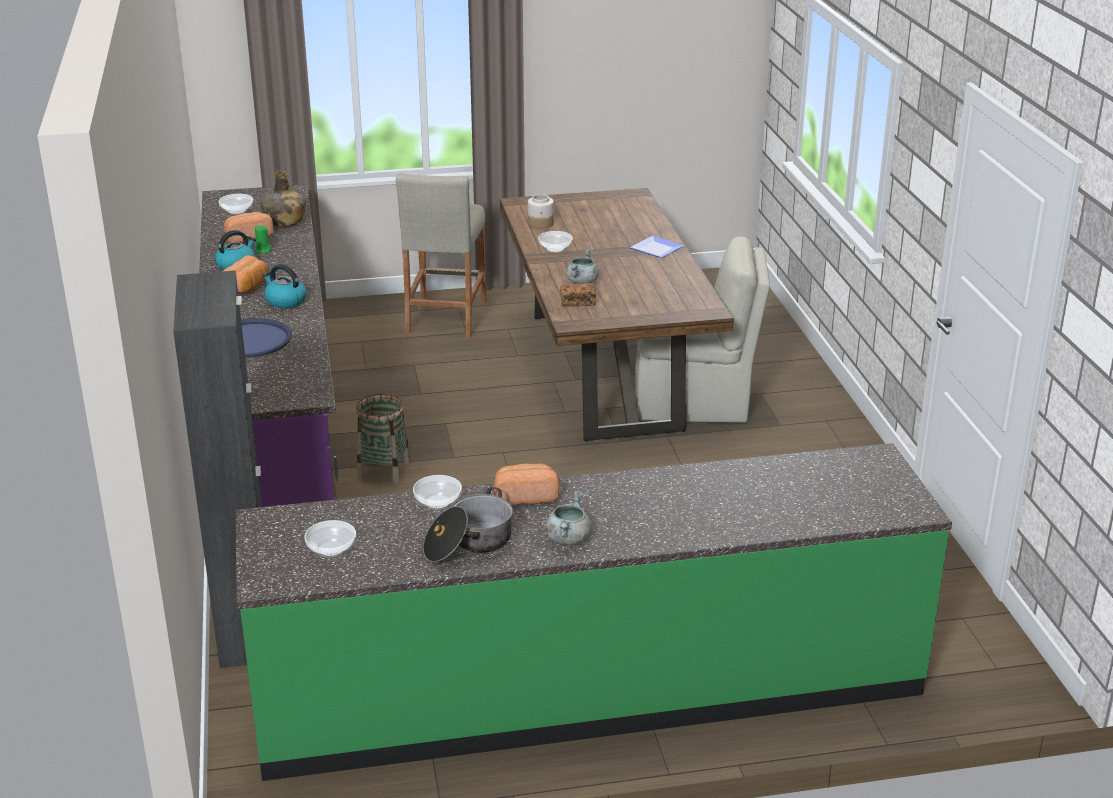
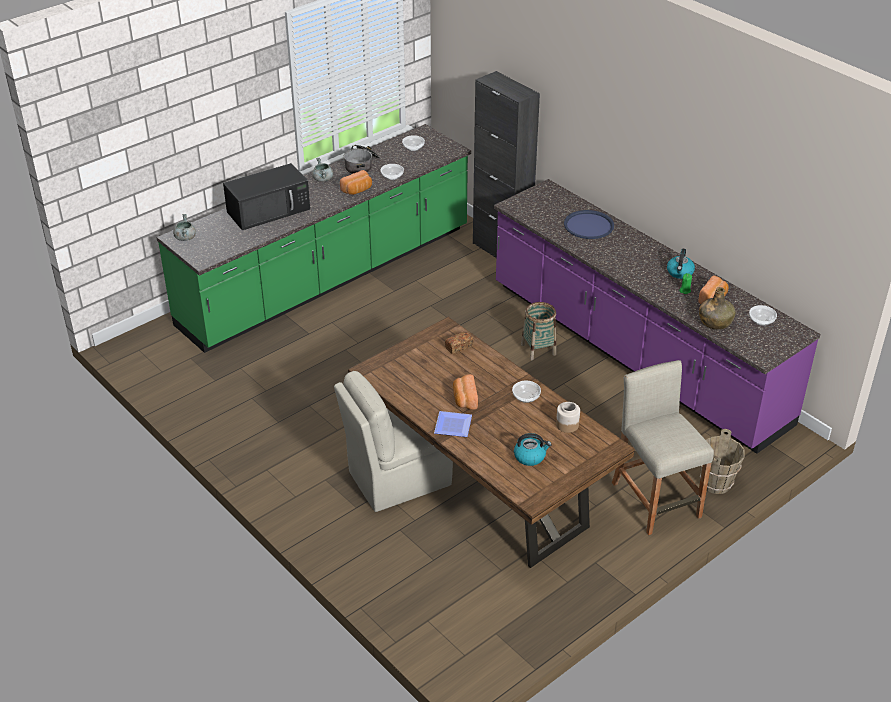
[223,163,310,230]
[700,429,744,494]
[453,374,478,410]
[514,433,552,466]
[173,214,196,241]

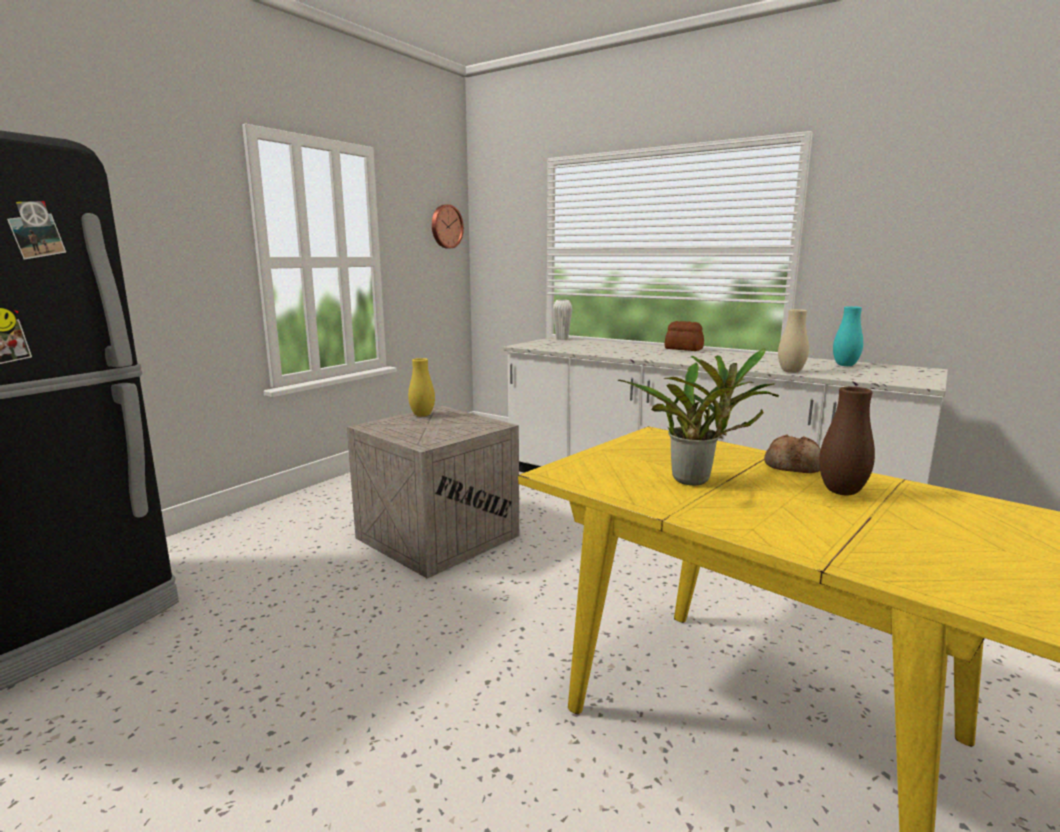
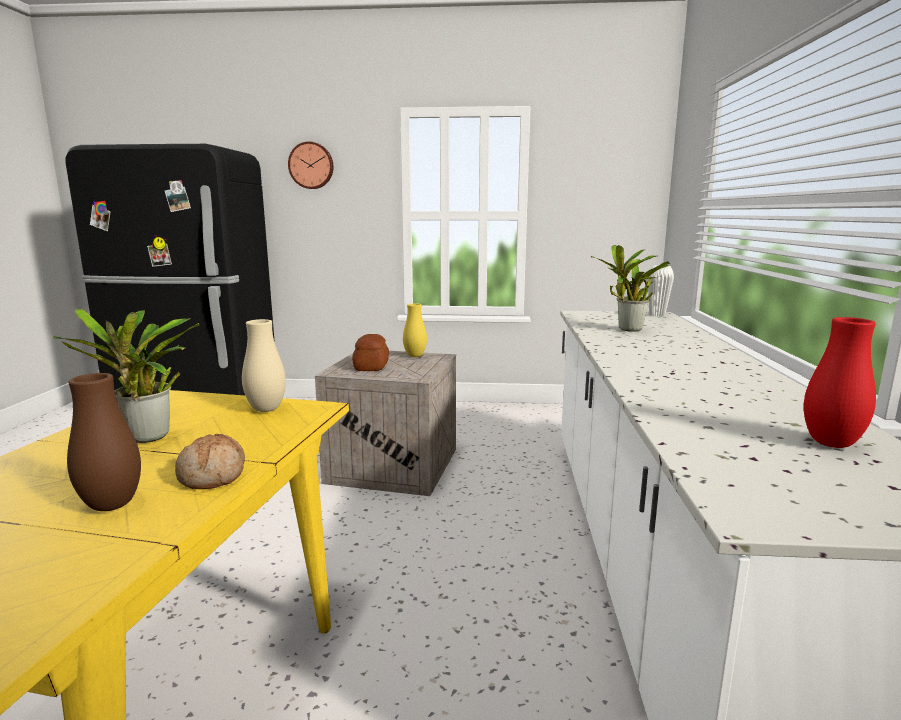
[591,245,670,332]
[288,141,334,189]
[352,334,389,371]
[242,319,286,412]
[804,317,876,448]

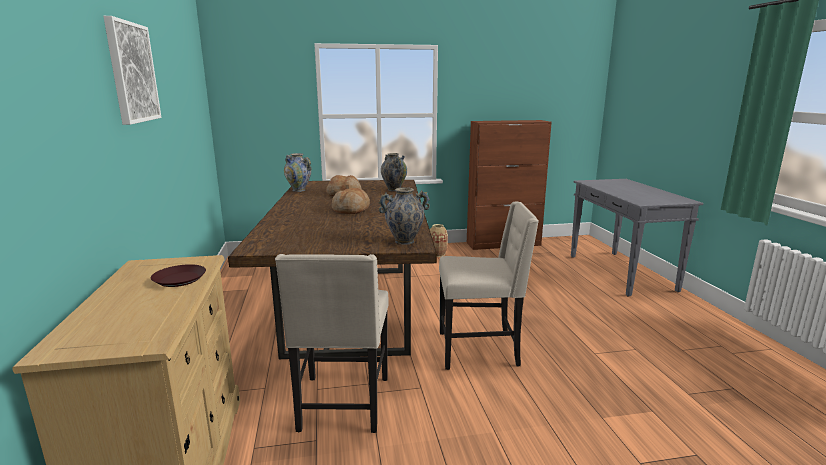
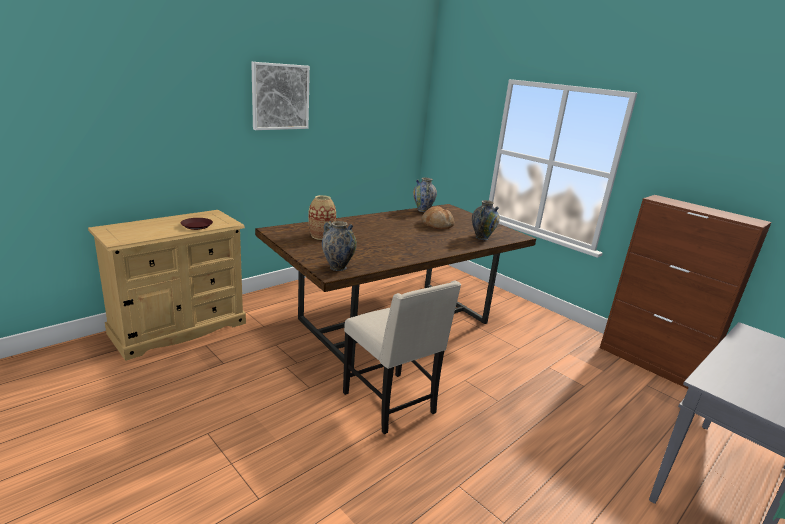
[275,254,389,433] (first image)
[332,188,370,214] (first image)
[308,195,336,240]

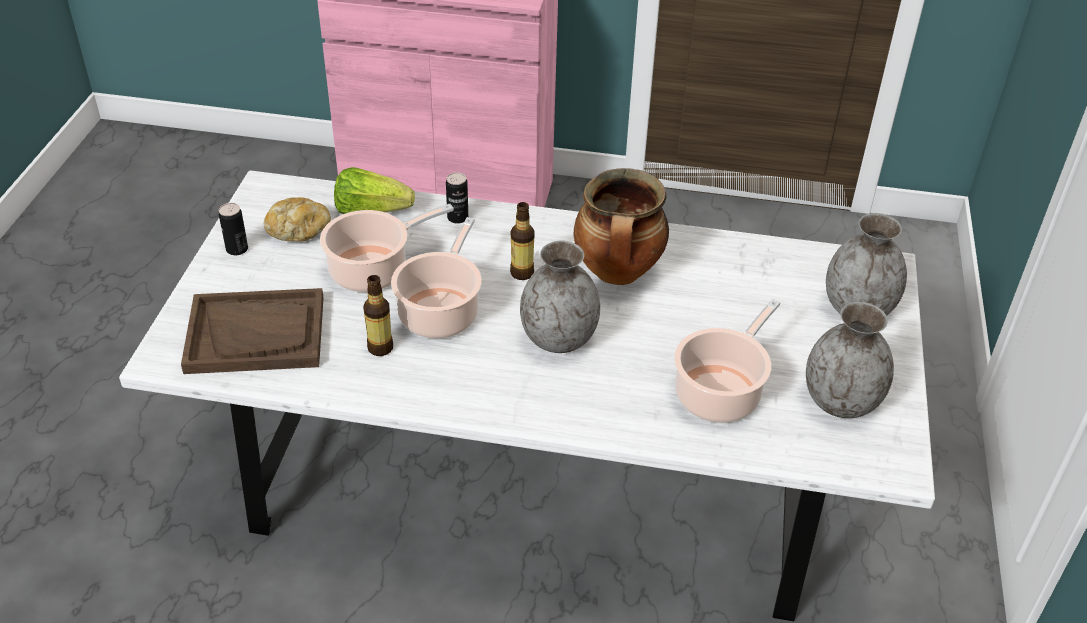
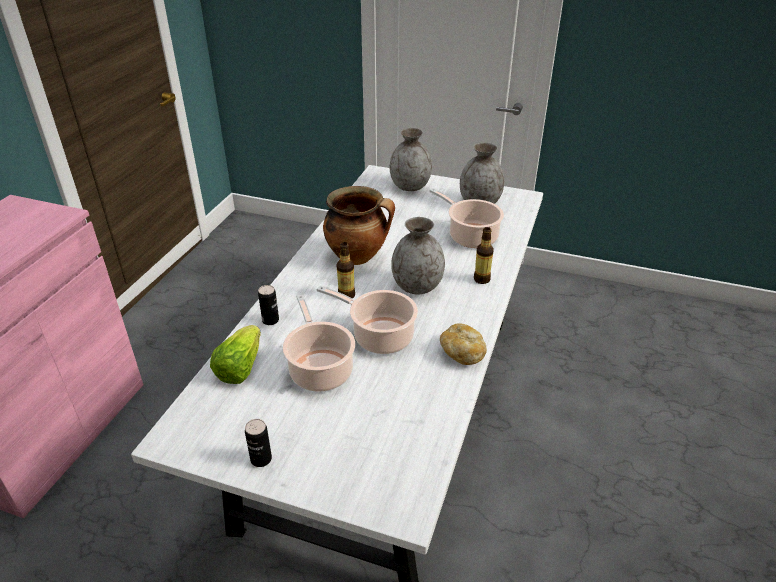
[181,288,324,374] (first image)
[440,323,487,365]
[474,227,494,284]

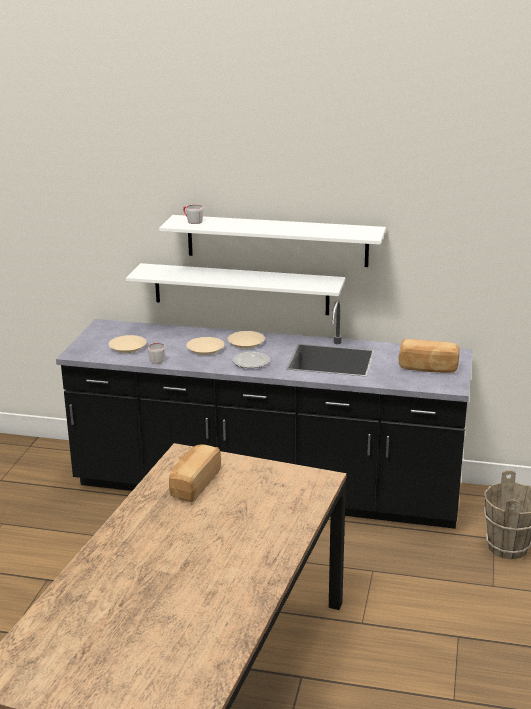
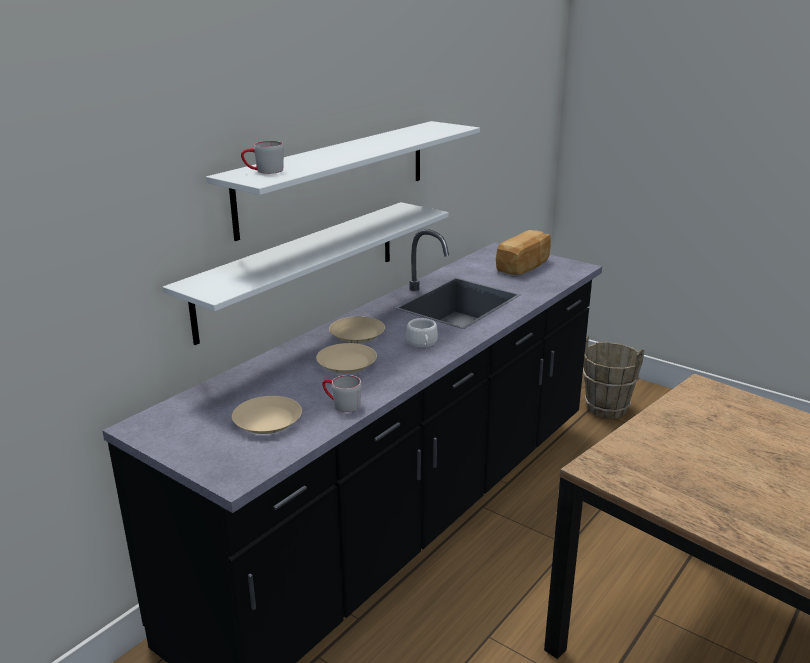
[169,445,221,502] (first image)
[406,318,438,347]

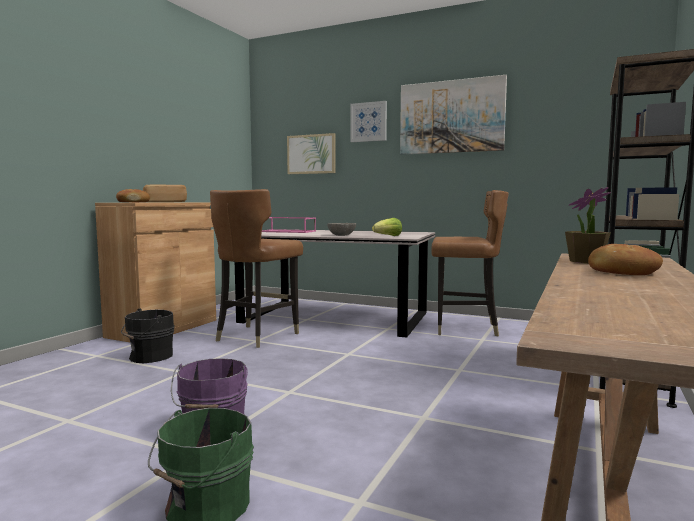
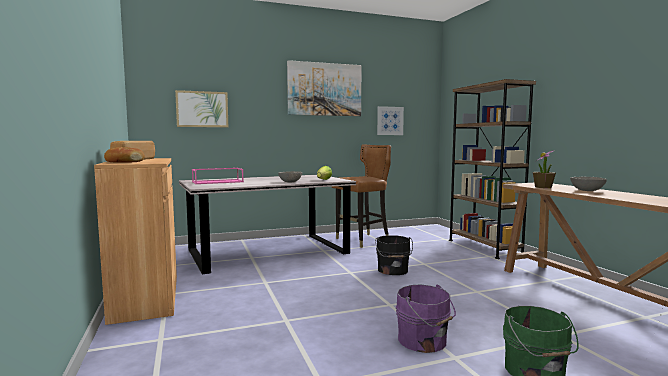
[210,189,303,348] (first image)
[375,235,413,275]
[377,106,404,135]
[570,177,607,191]

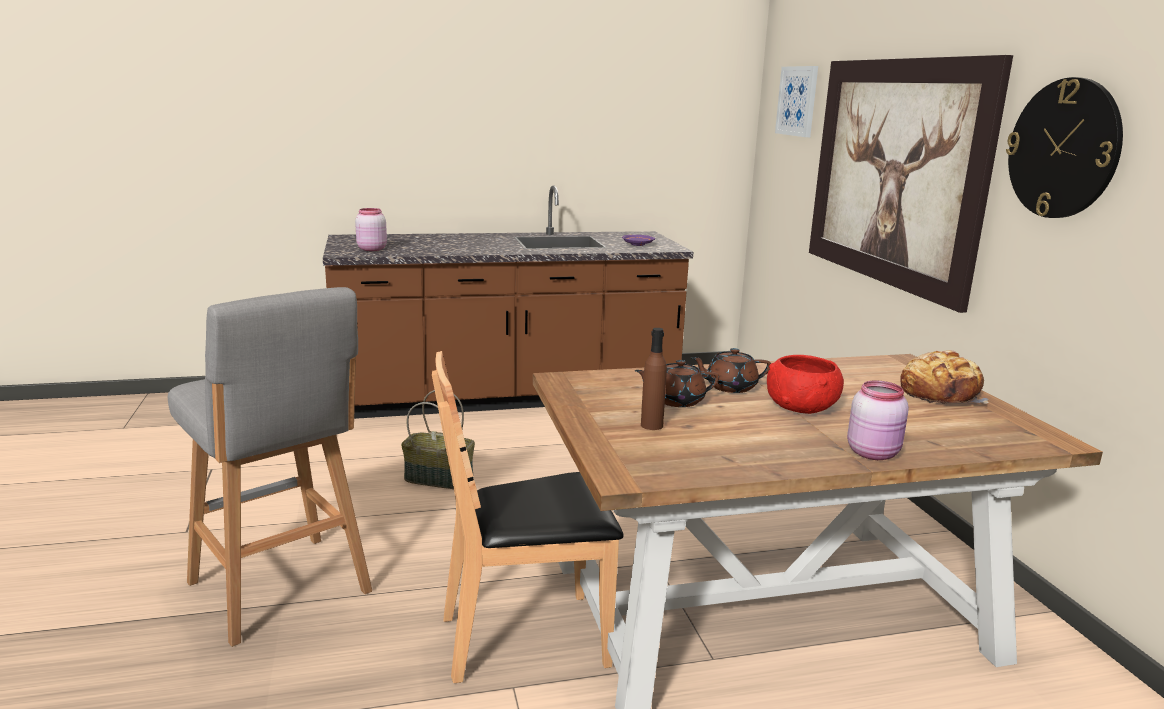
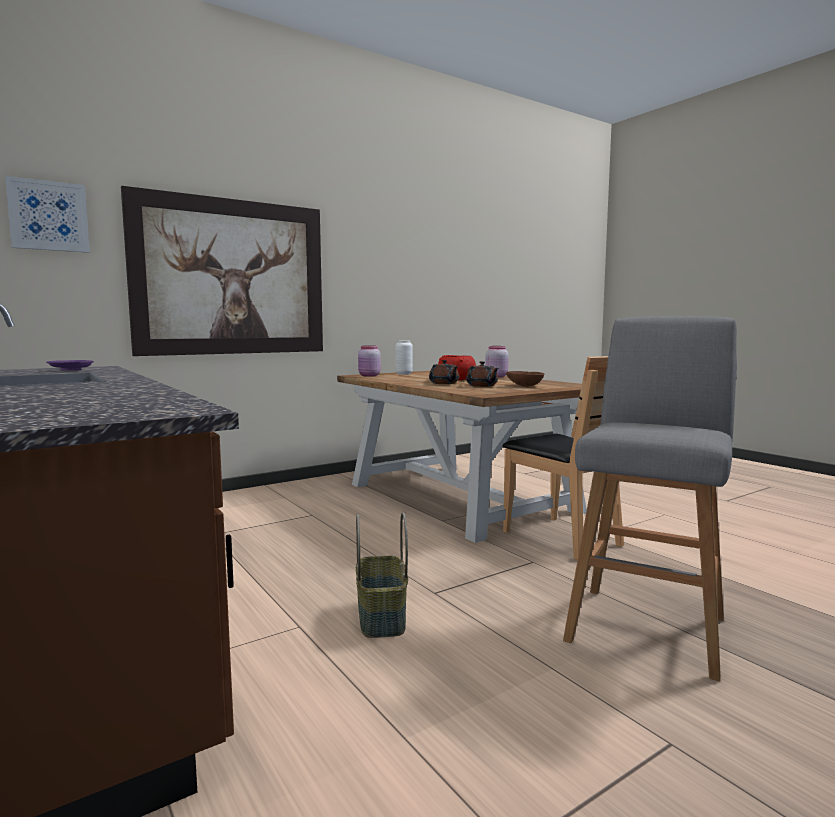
[1006,77,1123,218] (first image)
[358,346,381,377]
[506,371,544,387]
[396,341,413,375]

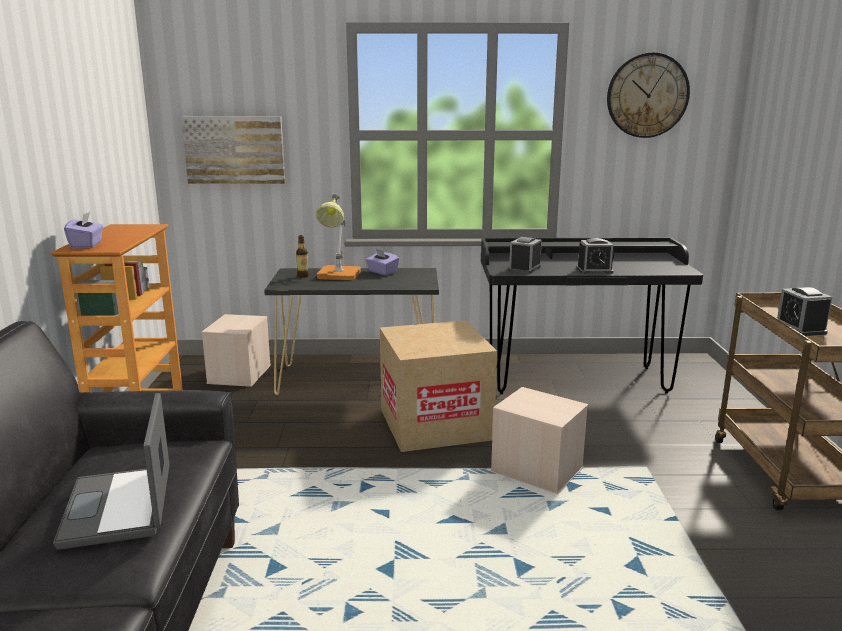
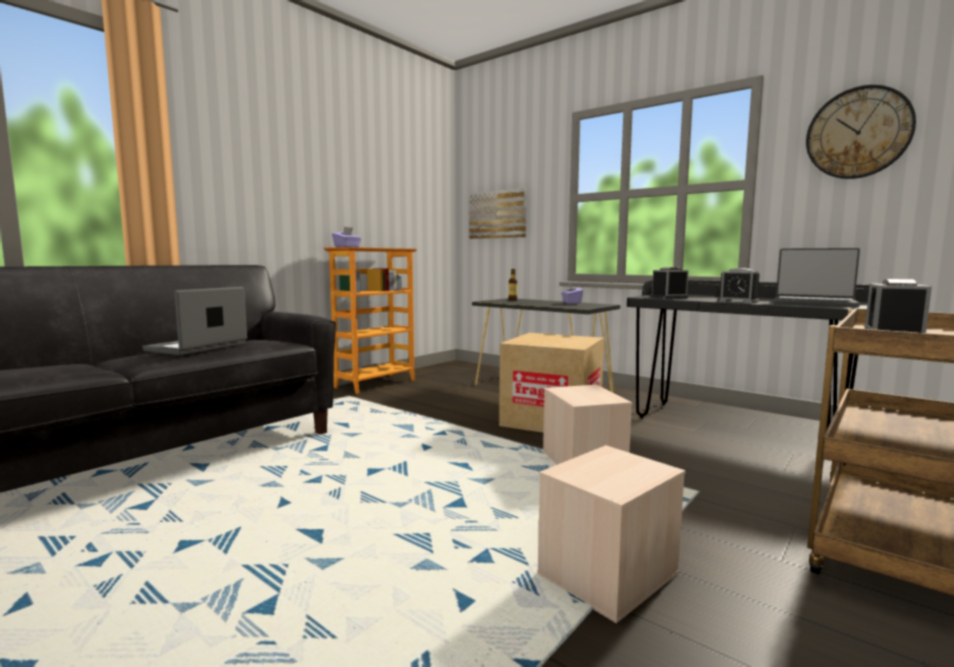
[316,193,361,280] (first image)
[774,248,860,308]
[537,445,685,623]

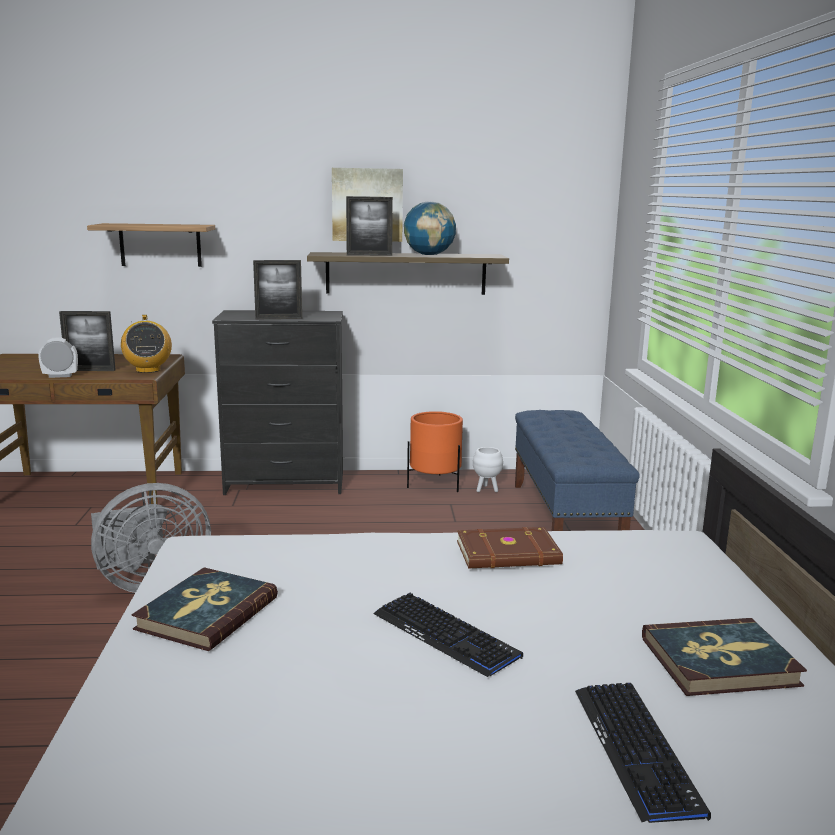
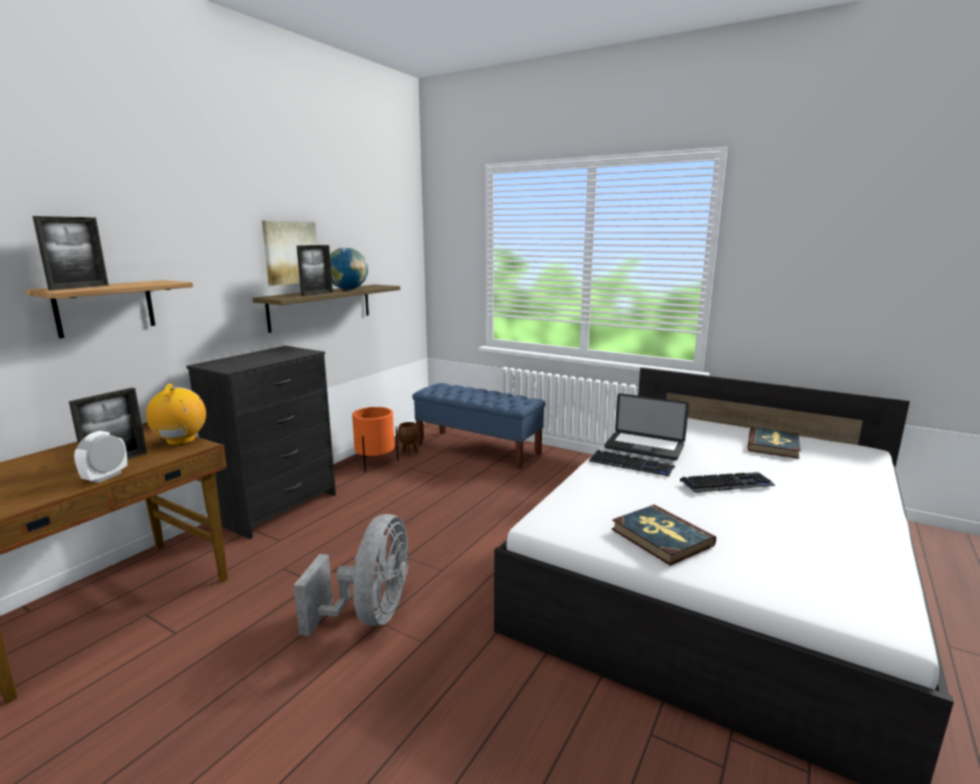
[33,216,109,290]
[589,450,675,477]
[604,393,689,460]
[397,422,419,456]
[146,384,206,445]

